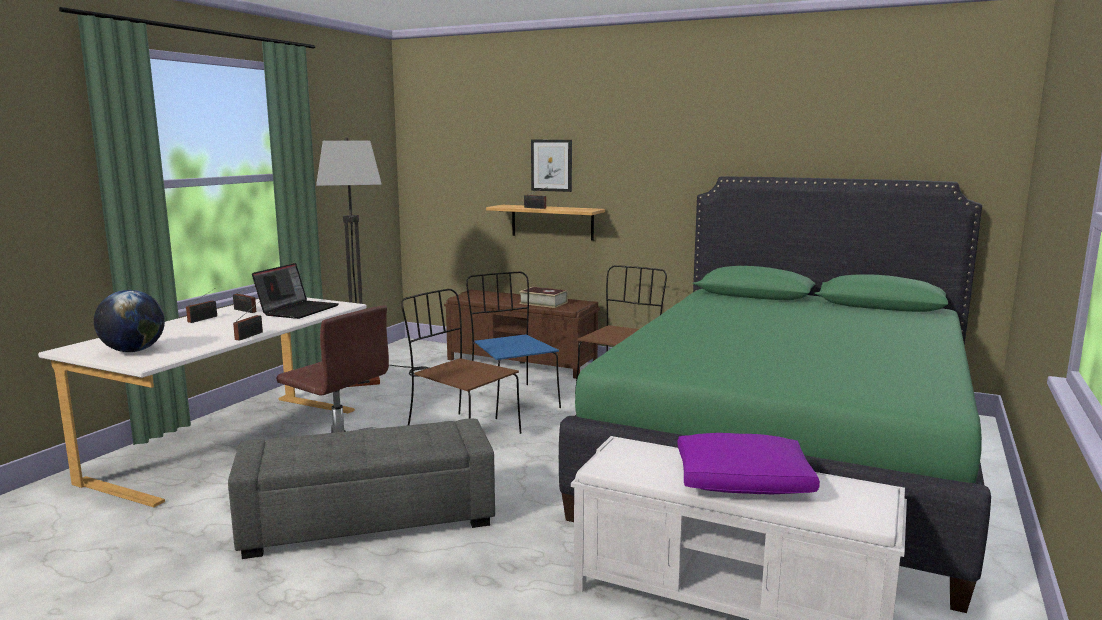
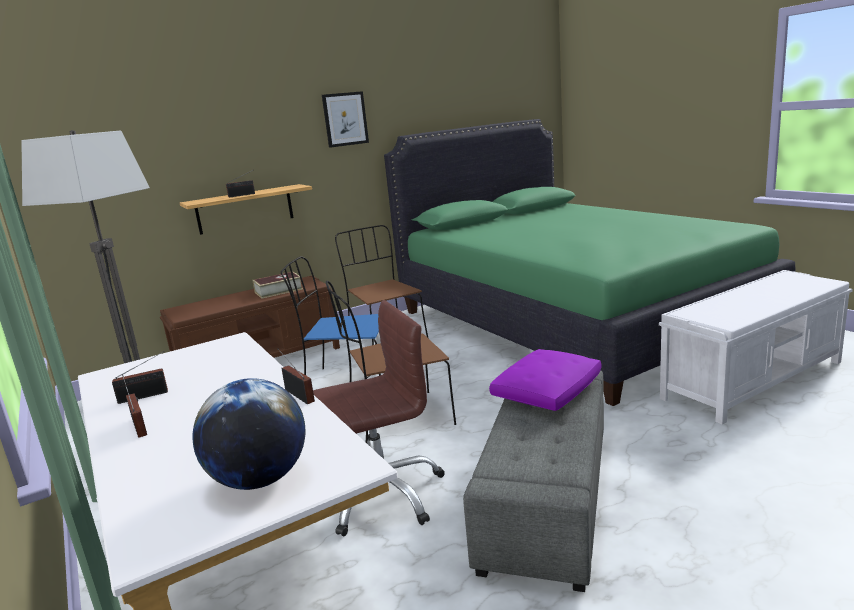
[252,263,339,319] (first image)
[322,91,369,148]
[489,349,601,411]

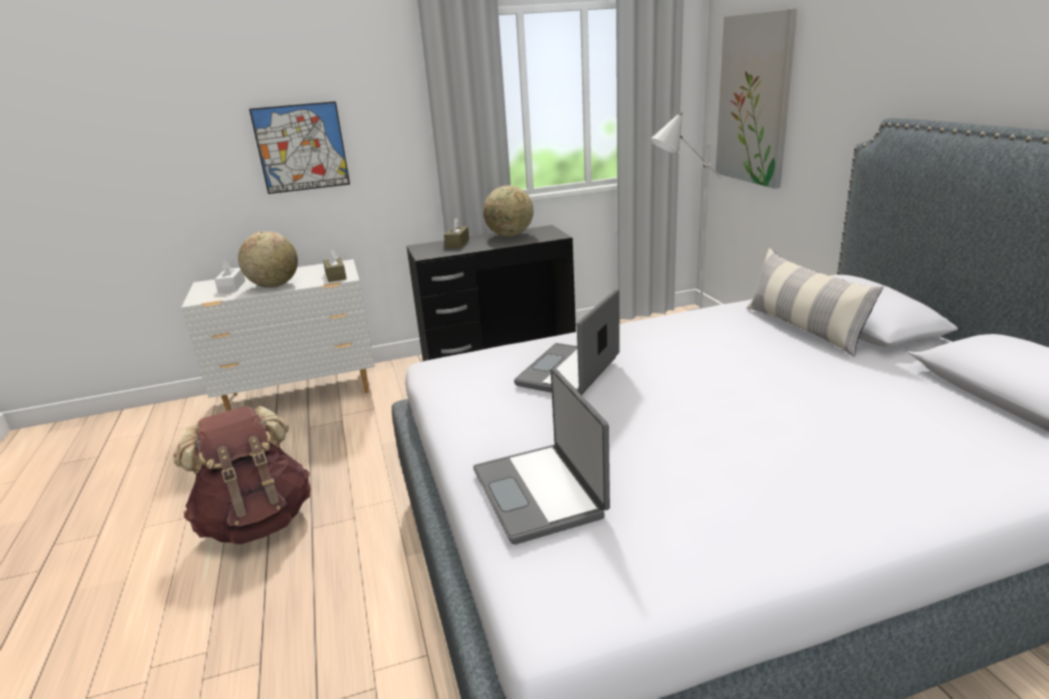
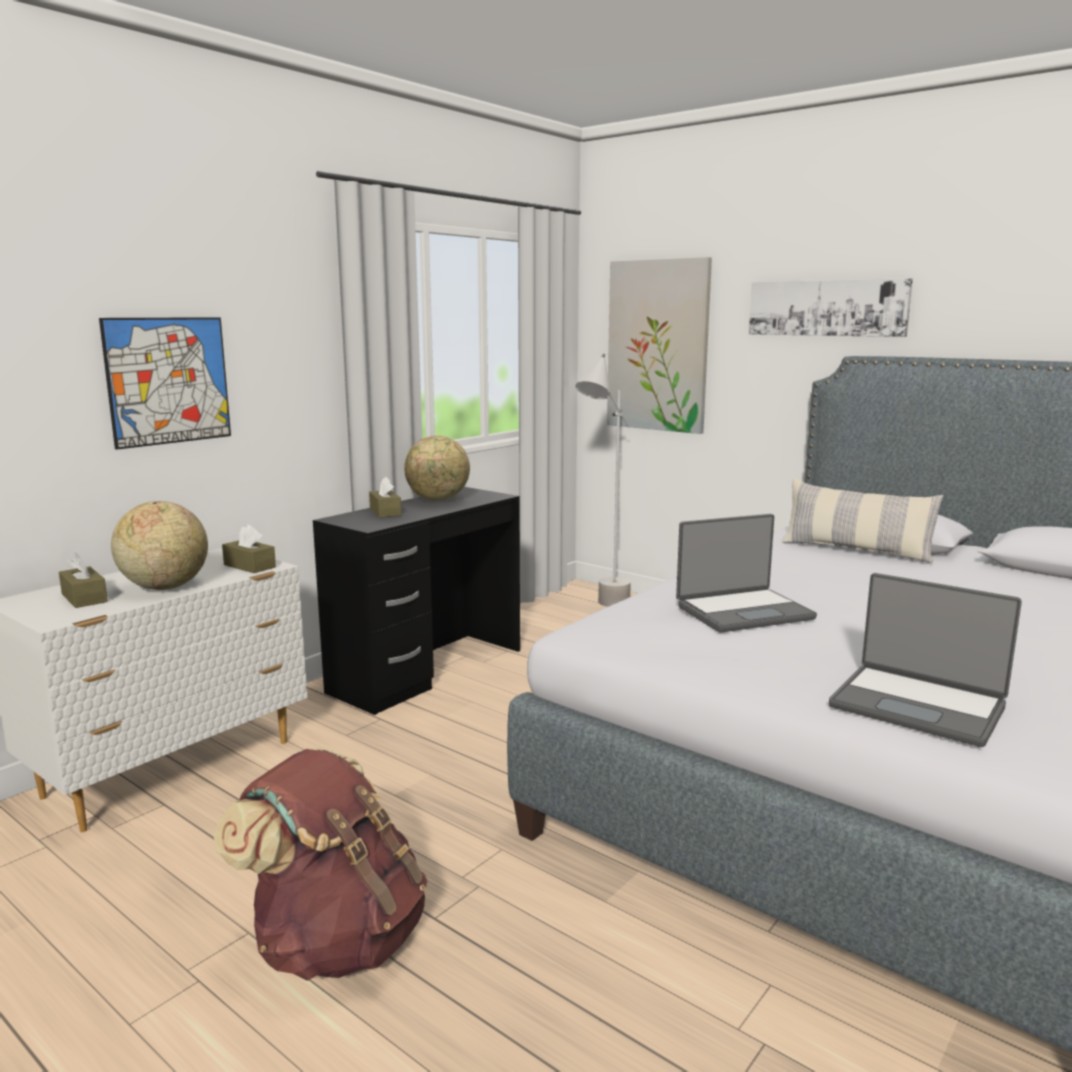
[749,278,913,337]
[59,552,108,608]
[676,514,817,632]

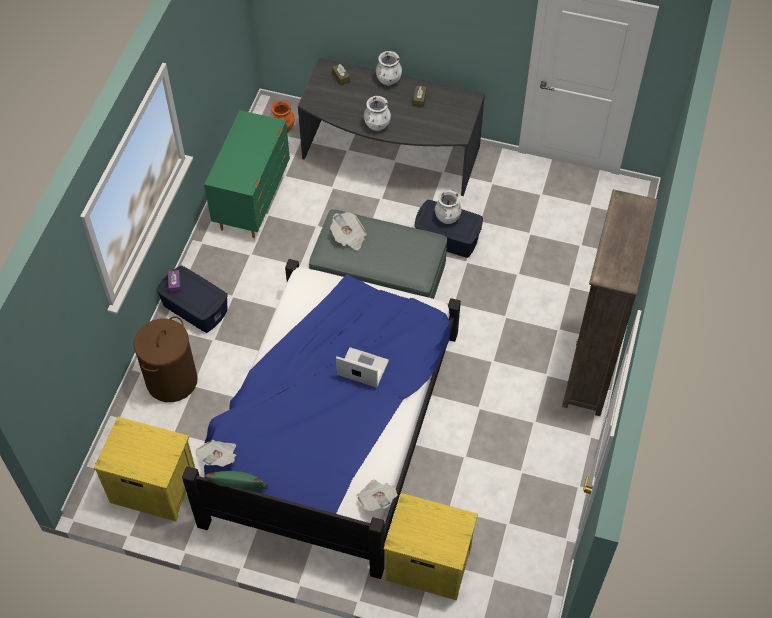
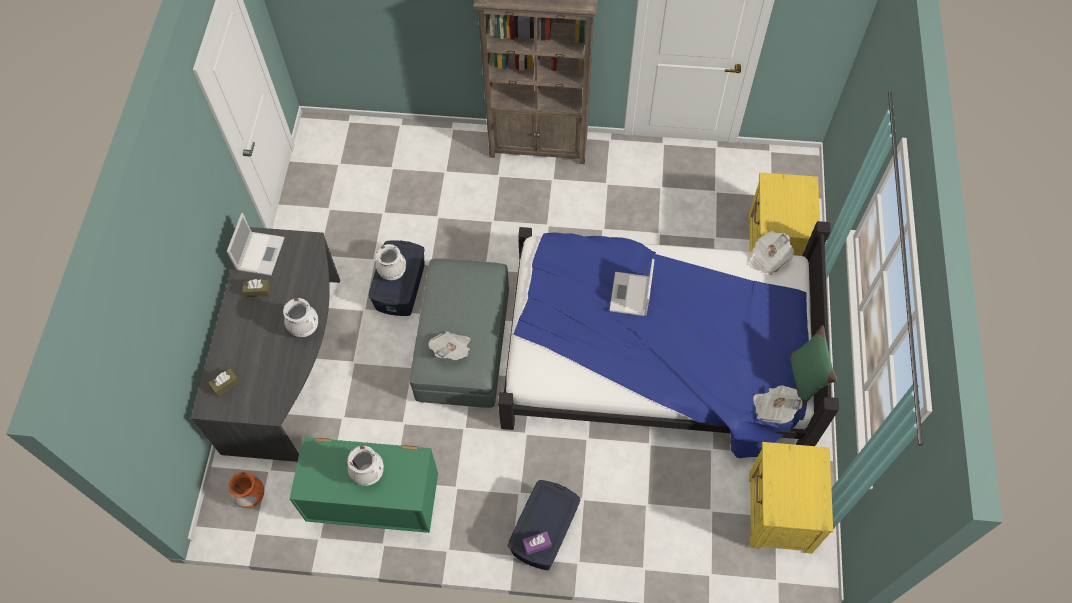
[134,316,198,402] (first image)
[227,213,285,276]
[347,446,384,486]

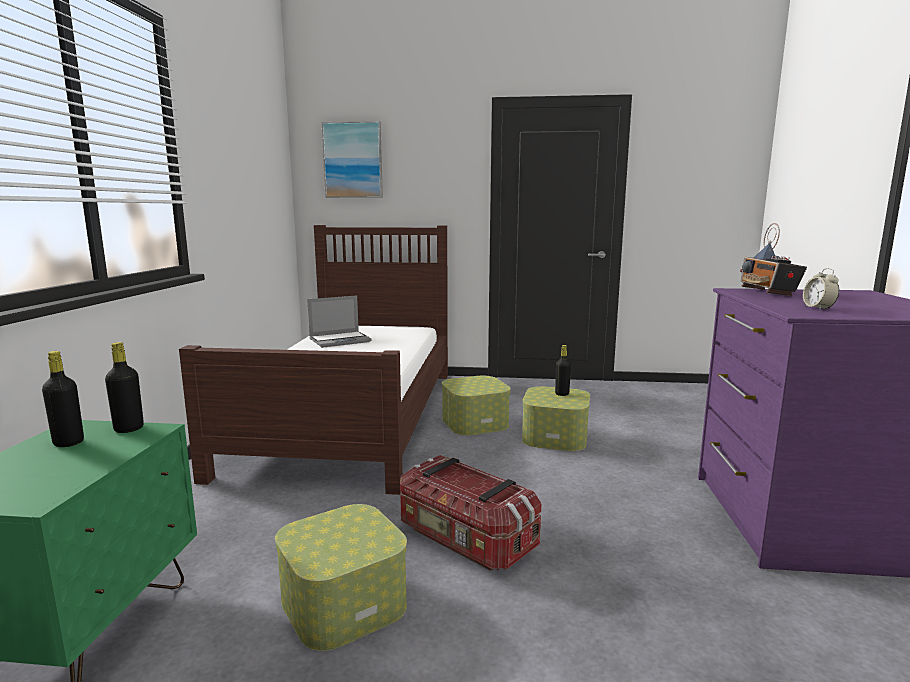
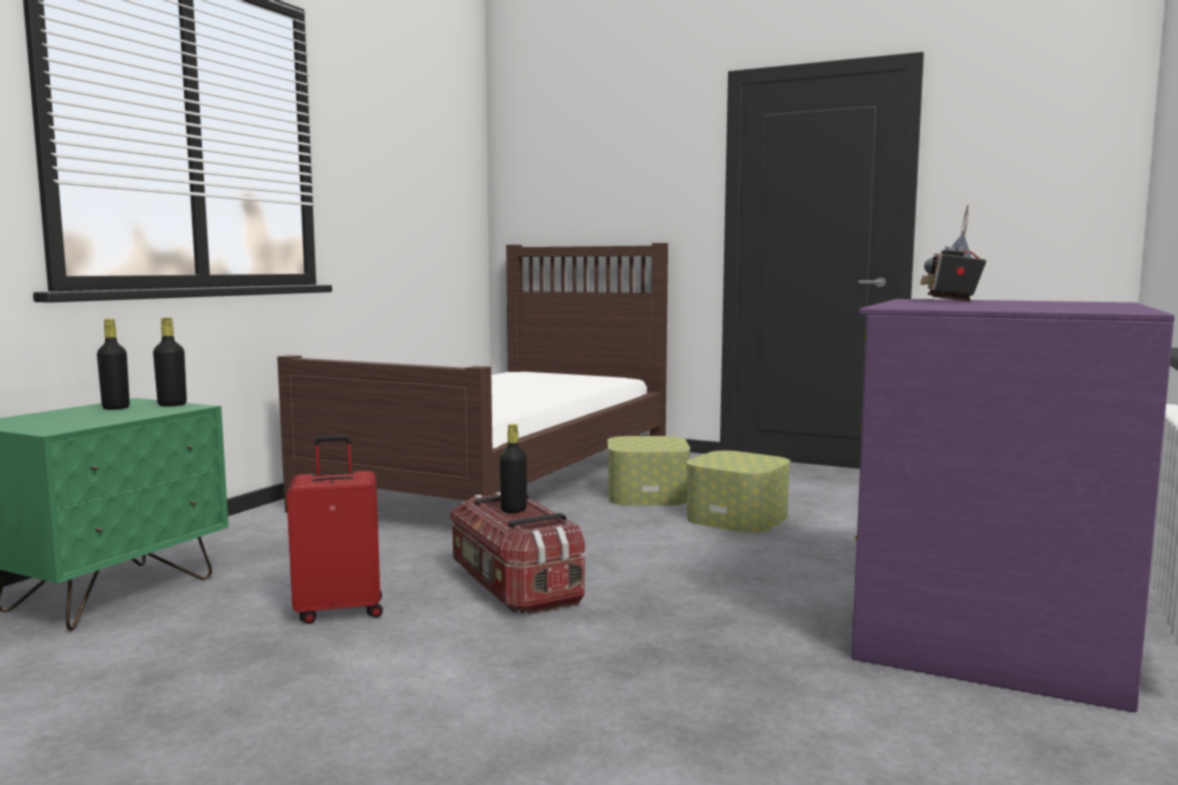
[307,295,371,348] (first image)
[322,121,383,198] (first image)
[803,268,839,310] (first image)
[499,424,527,513]
[287,435,383,624]

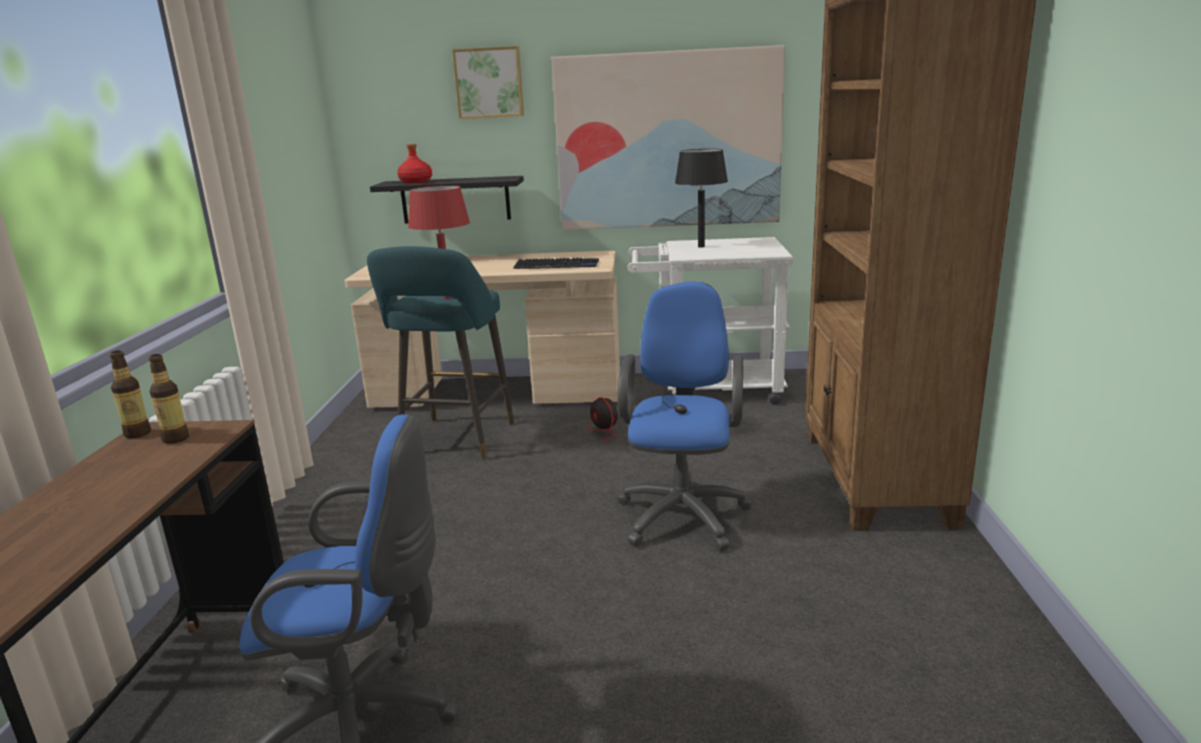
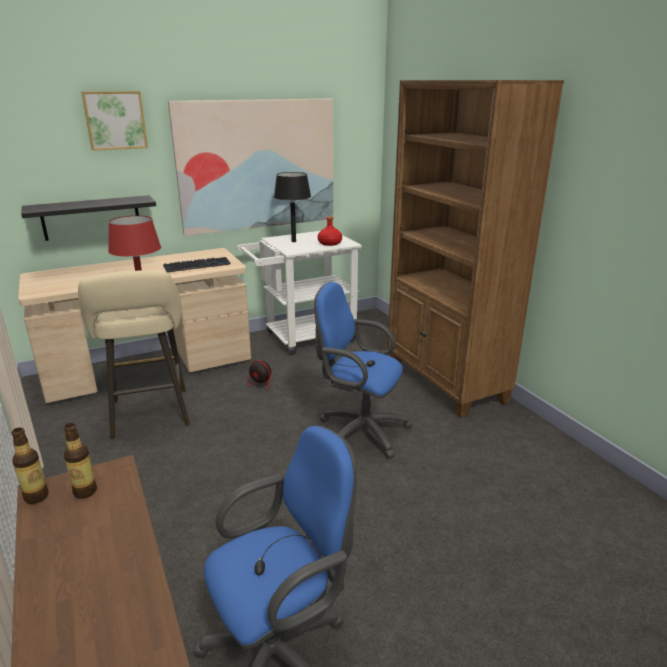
[318,217,342,246]
[78,270,190,438]
[314,282,413,459]

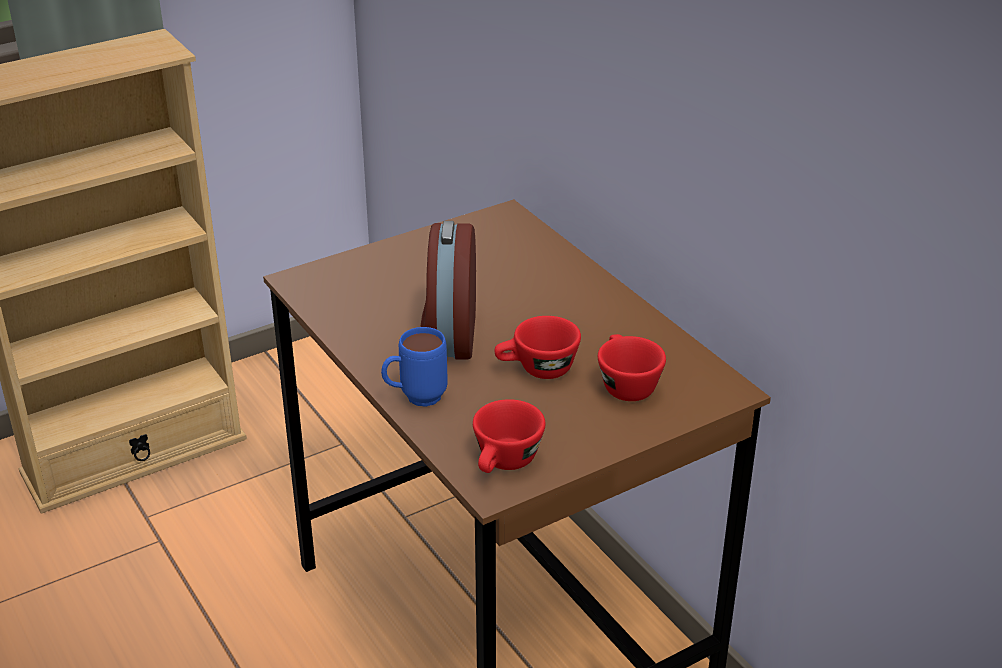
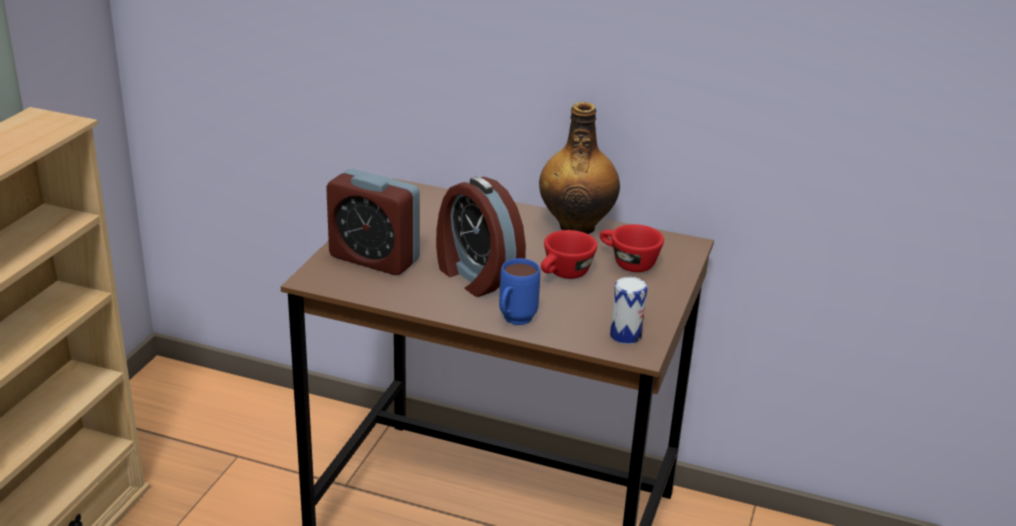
[326,169,420,275]
[539,102,620,234]
[610,277,648,344]

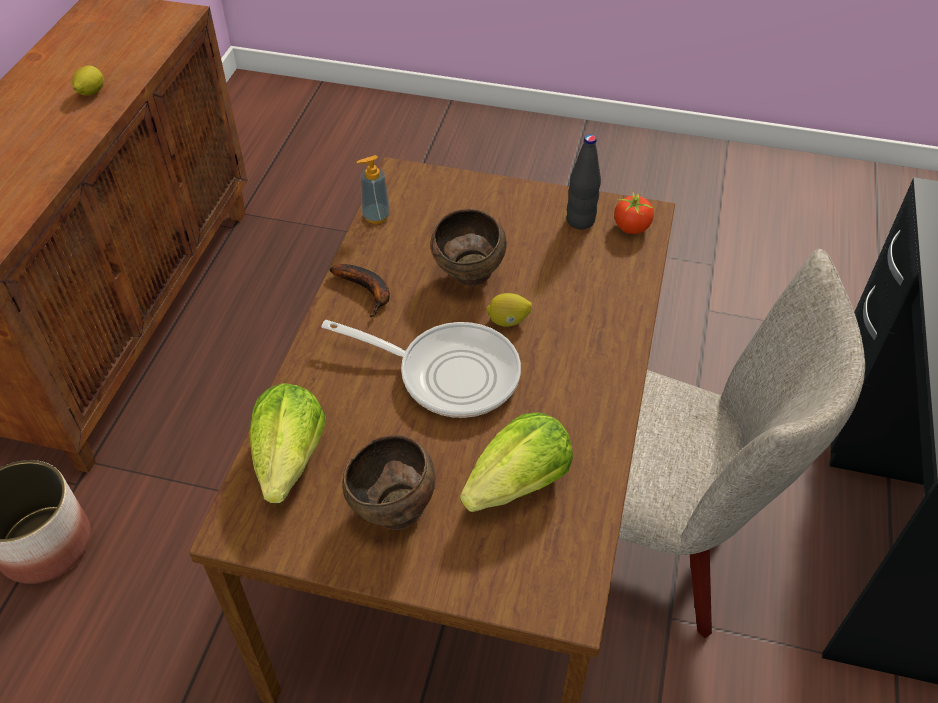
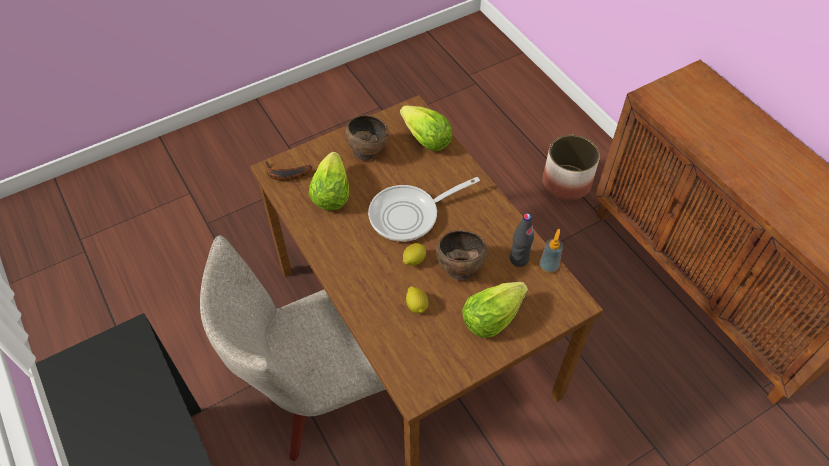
[614,192,655,234] (first image)
[462,282,528,338]
[406,286,428,313]
[266,161,312,181]
[510,213,534,267]

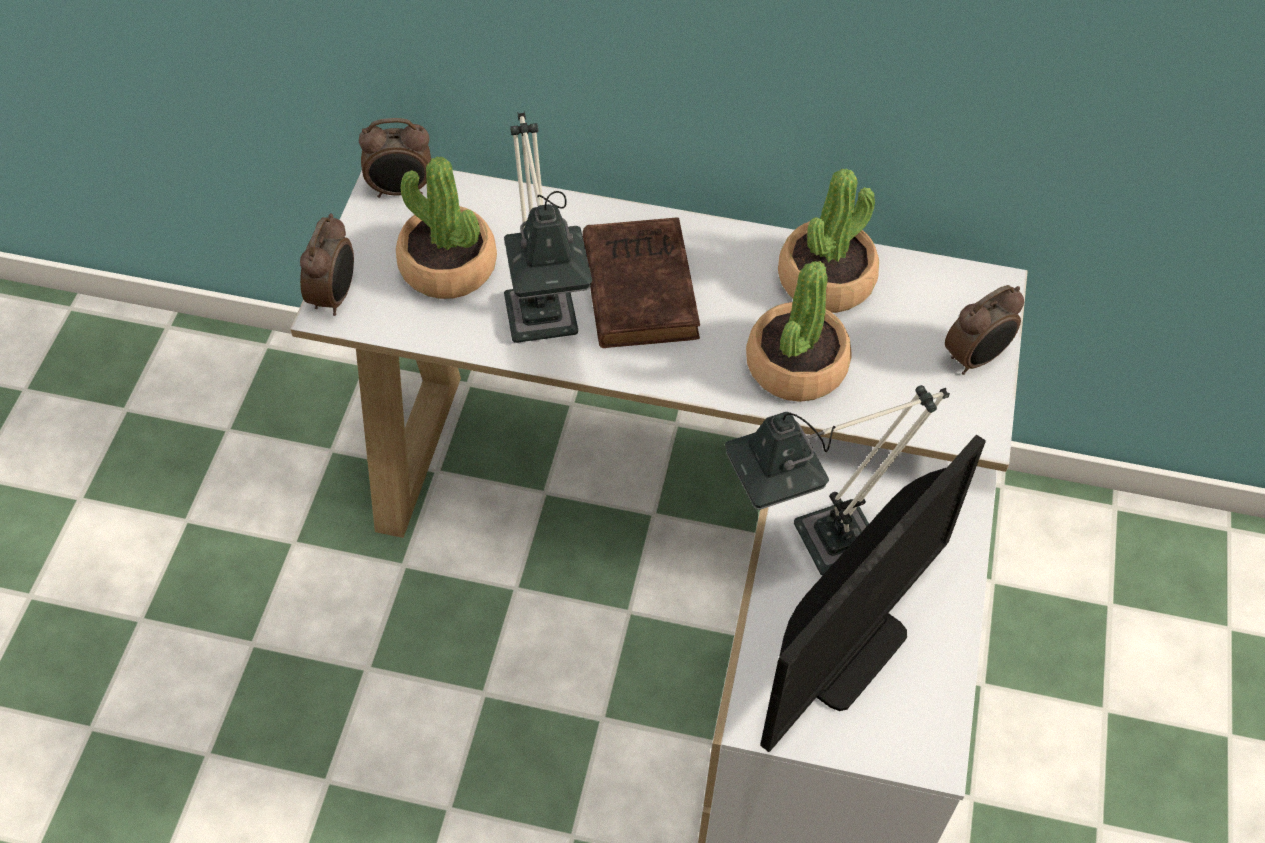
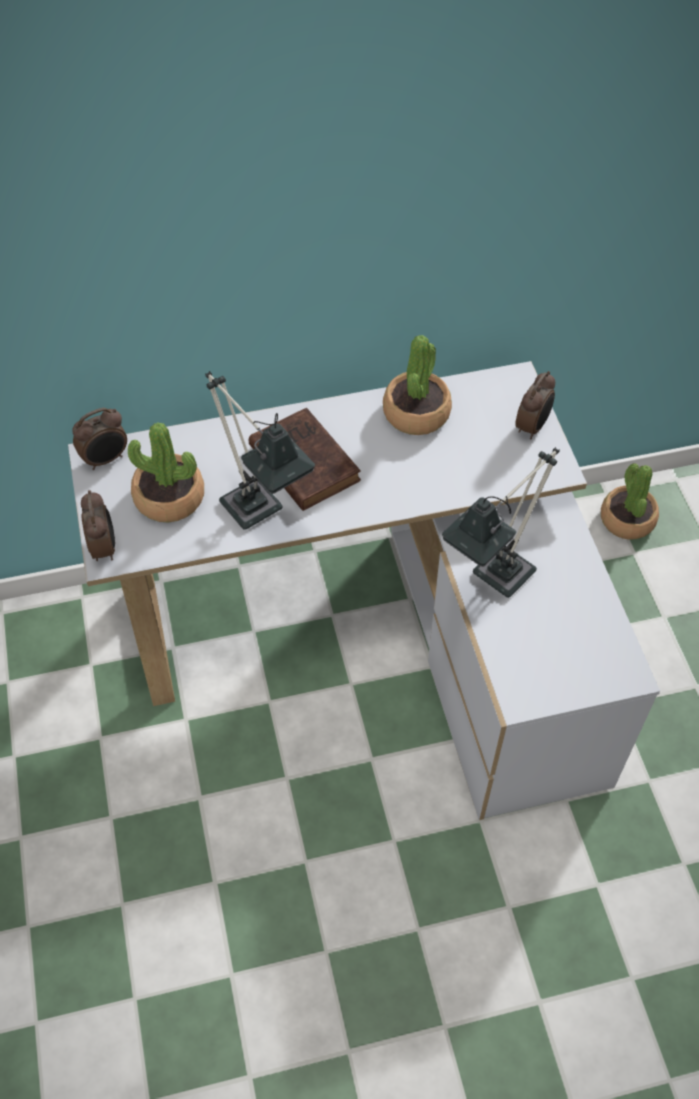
[760,435,986,752] (first image)
[601,463,659,540]

